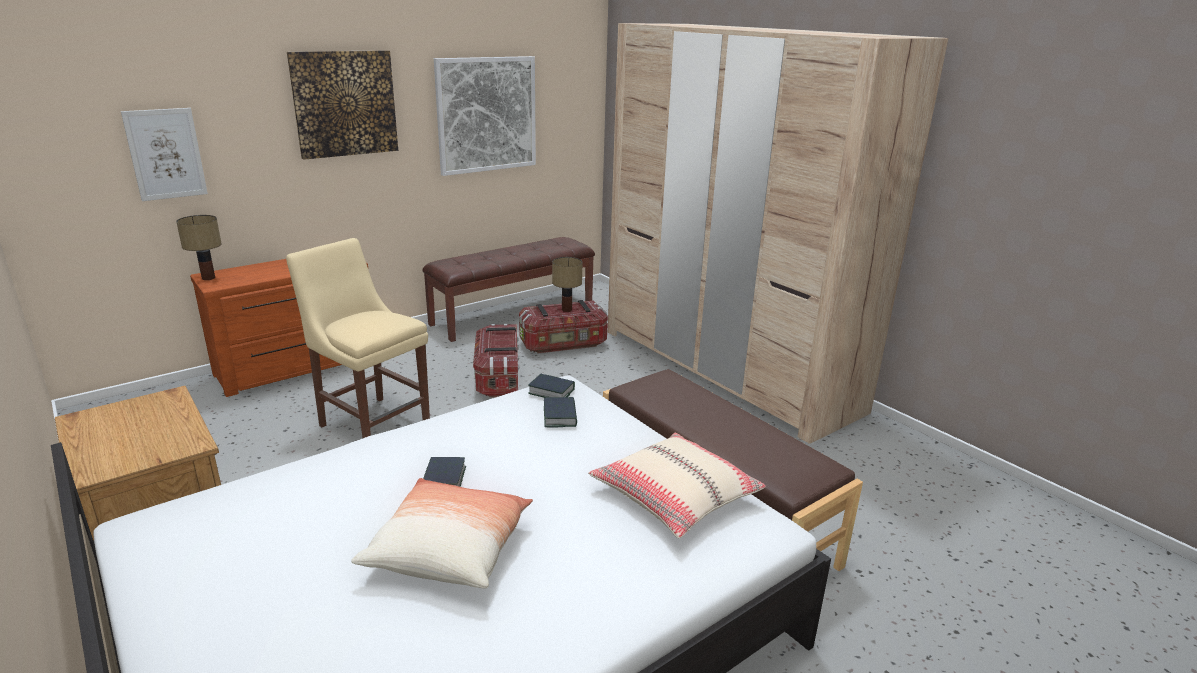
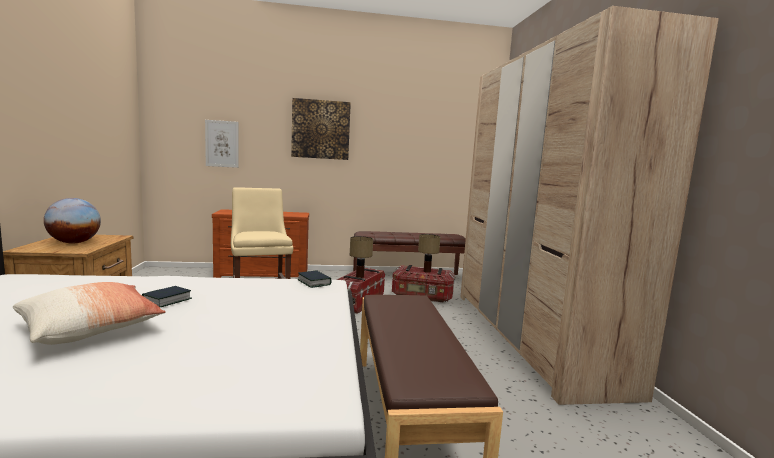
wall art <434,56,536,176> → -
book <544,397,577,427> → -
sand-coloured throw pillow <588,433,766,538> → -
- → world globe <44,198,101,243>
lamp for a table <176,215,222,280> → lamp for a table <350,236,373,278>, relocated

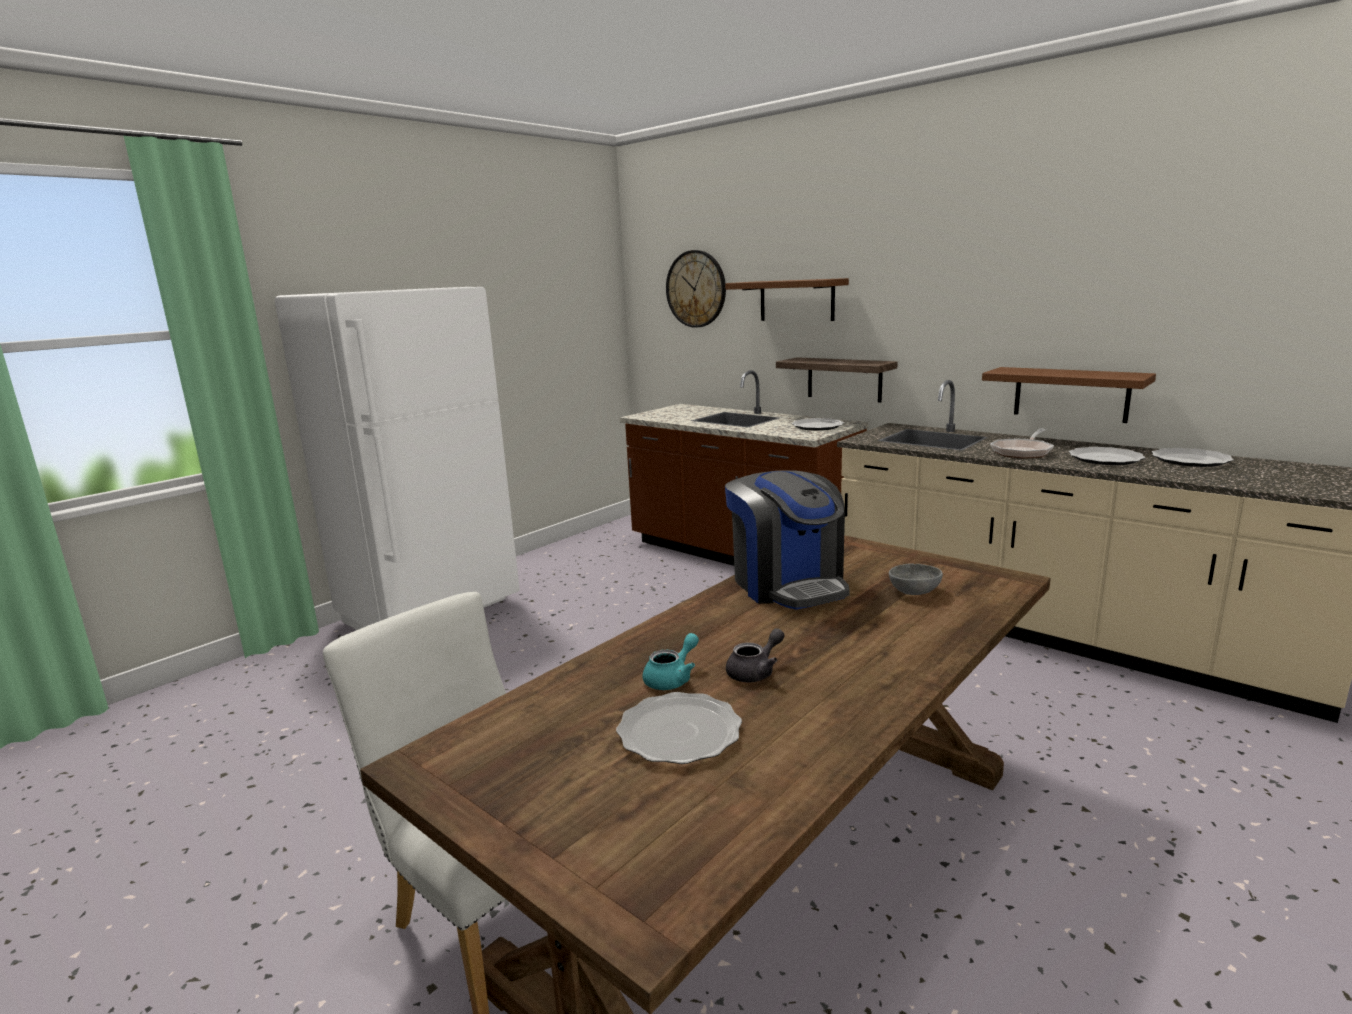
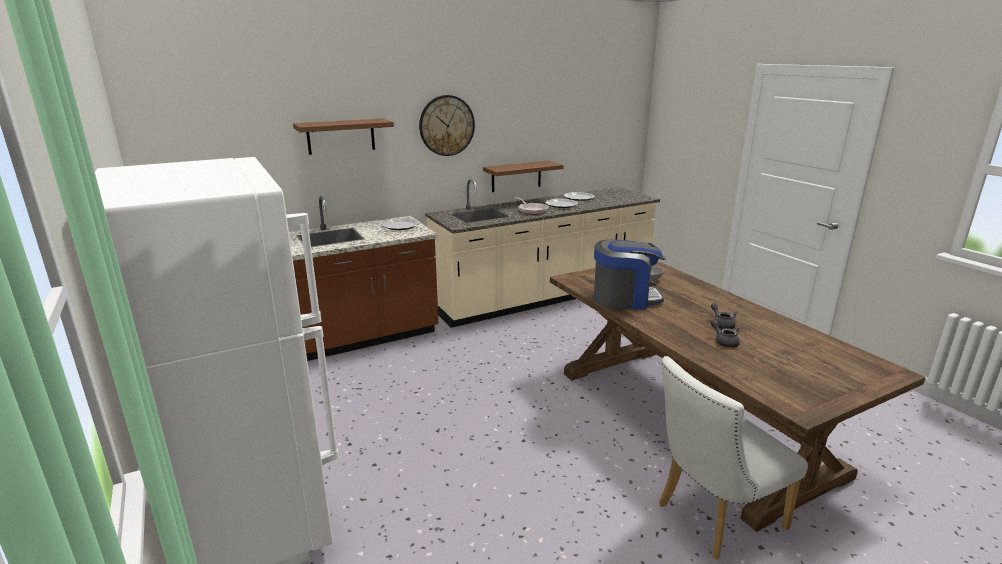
plate <616,692,742,764> → -
shelf <776,357,898,403> → -
hanging clock <666,250,726,328> → hanging clock <419,95,475,156>, relocated
turquoise tea pot <643,633,699,690> → gray tea pot <711,320,740,348>

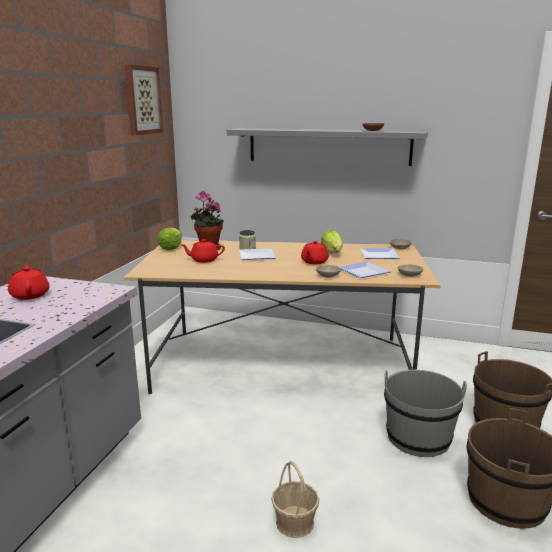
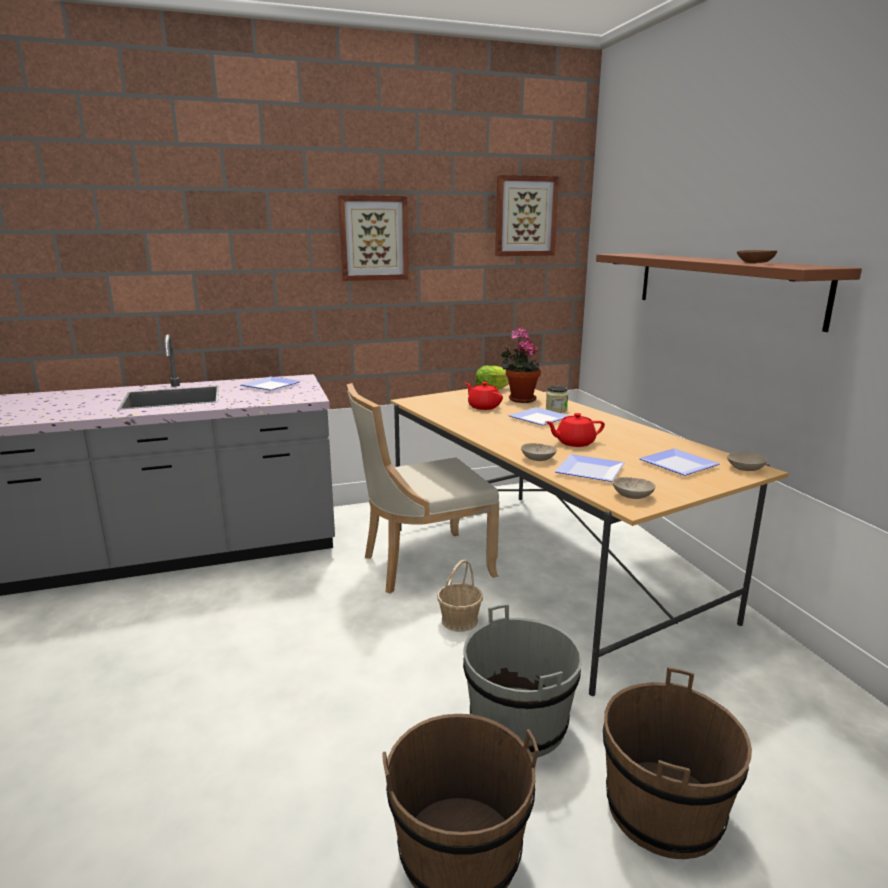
head of lettuce <321,230,343,254> → -
- → wall art <338,195,409,281>
- → sand-coloured plain chair <347,383,500,594>
storage basket <271,461,319,538> → storage basket <437,560,483,632>, relocated
red tea pot <8,265,49,300> → plate <240,377,301,391>
gray shelf <227,128,428,166> → brown-coloured shelf <596,254,862,332>

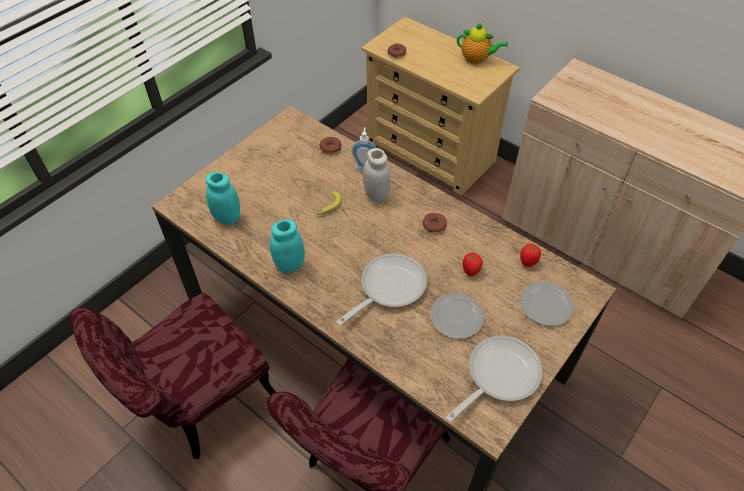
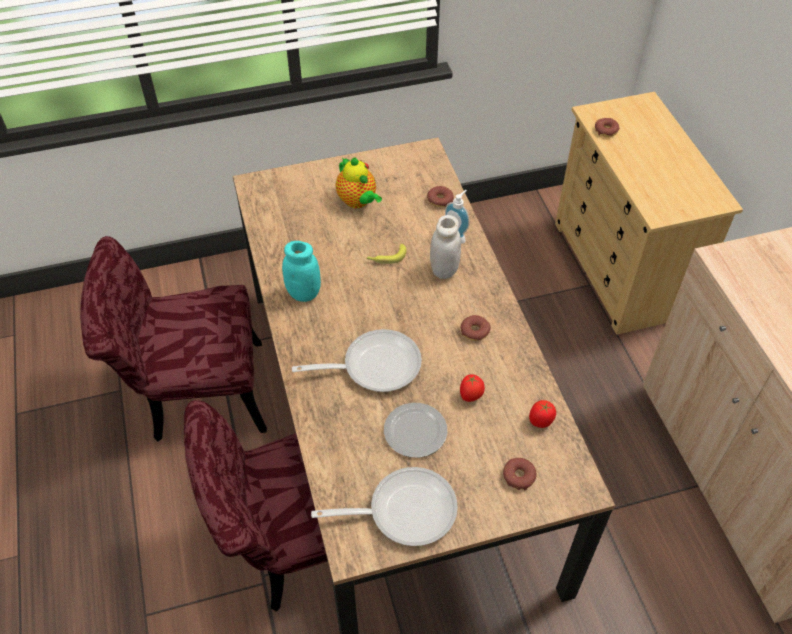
turquoise jar <205,172,240,225> → -
tea pot <457,23,508,64> → tea pot <336,157,382,208>, relocated
plate <520,282,574,326> → donut <503,458,537,490>

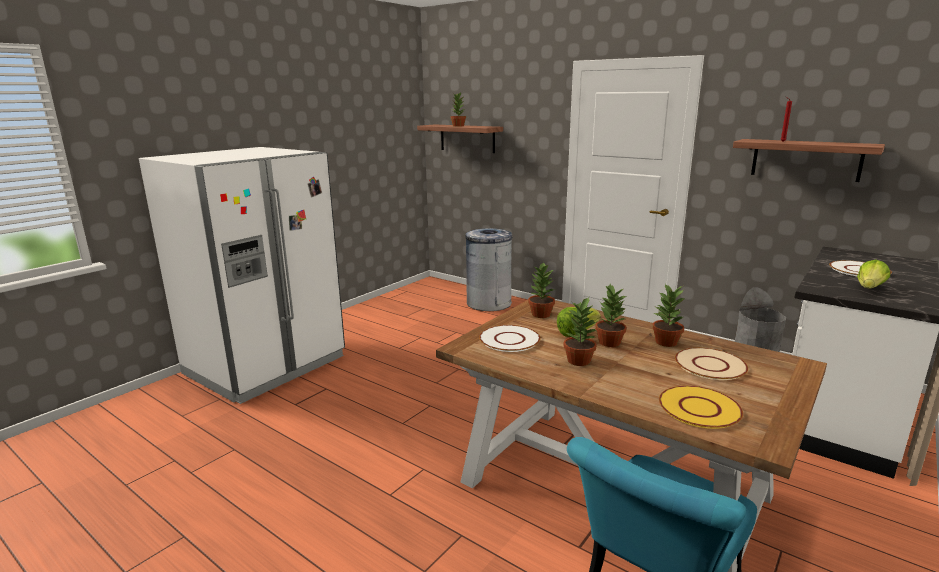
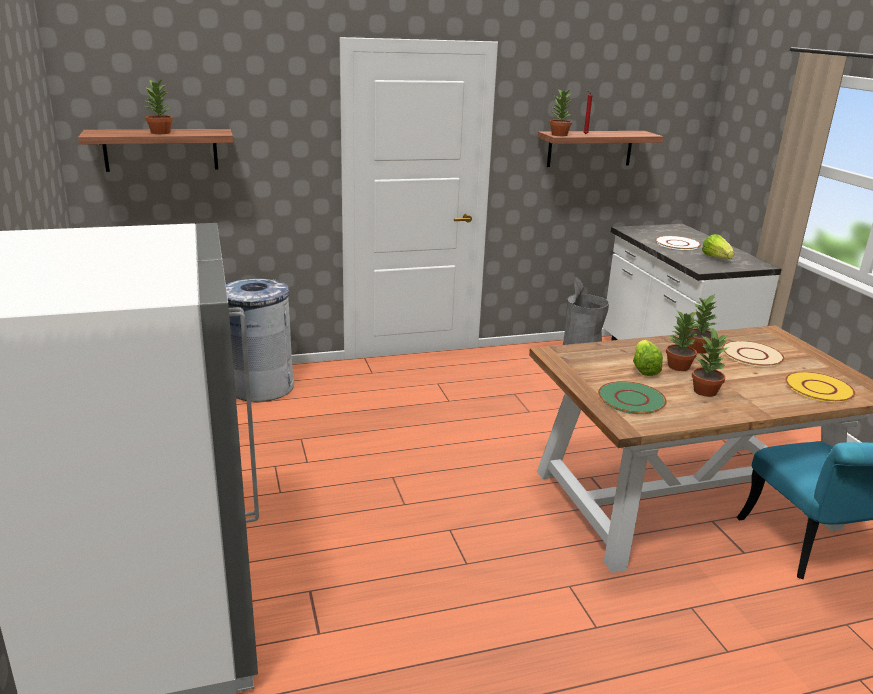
plant in a pot <528,262,556,318> → plant in a pot <550,89,572,136>, relocated
white plate <479,325,540,352> → green-coloured plate <598,381,667,414>

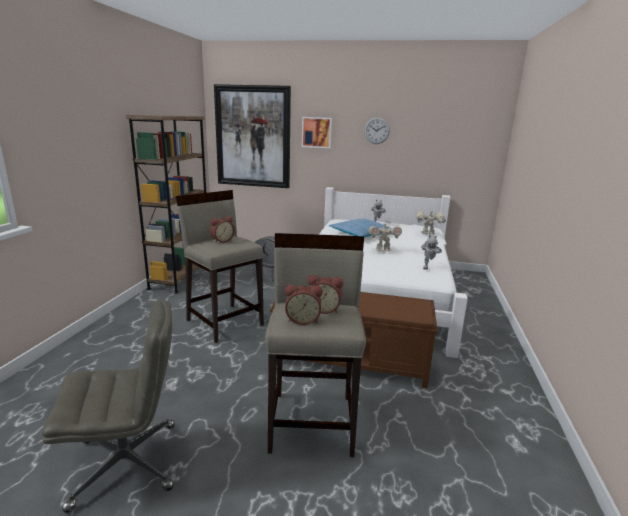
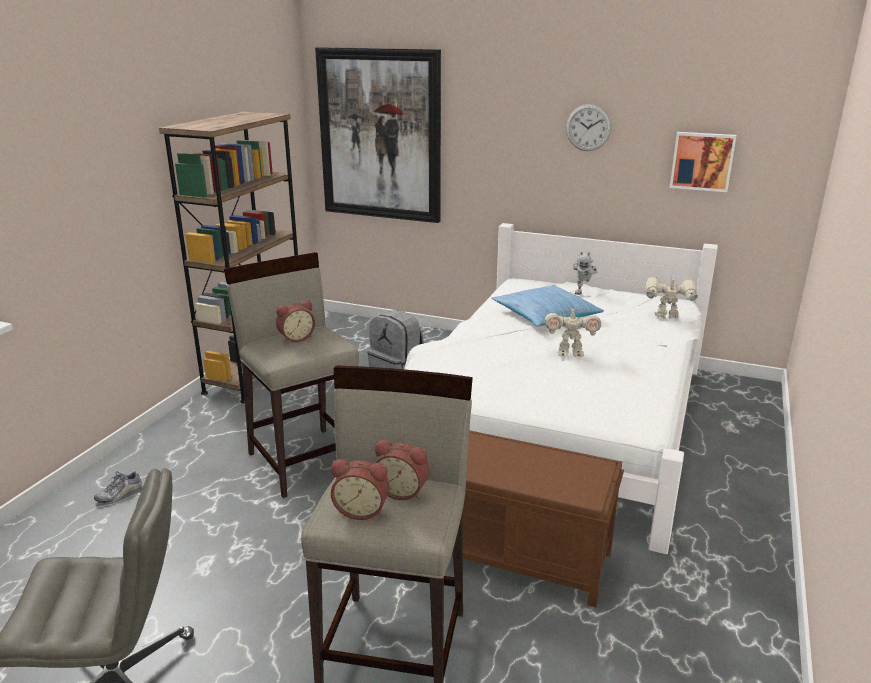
robot figure <421,235,442,270> → -
- → low shoe <94,471,142,503>
wall art <302,117,332,148> → wall art <670,132,737,192>, relocated

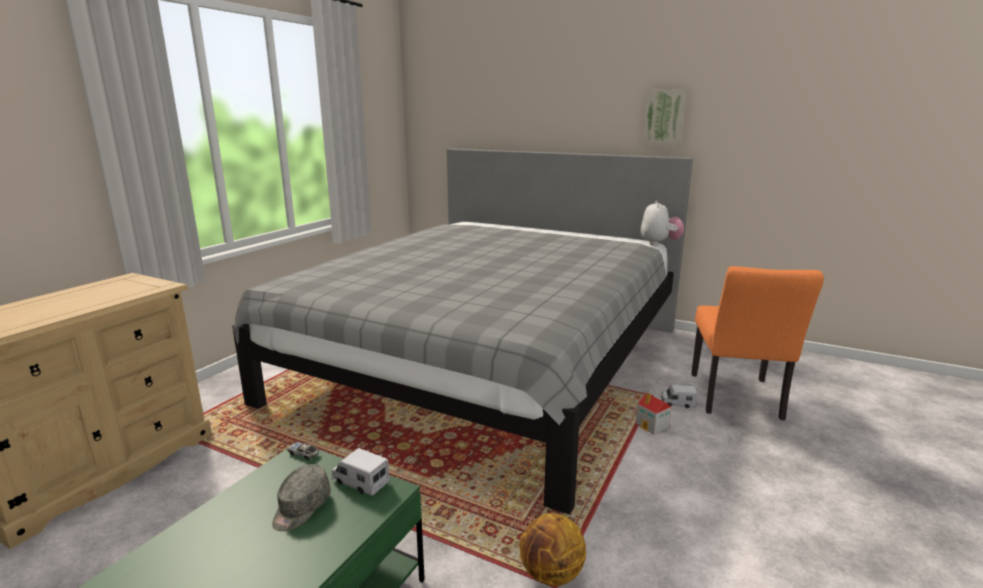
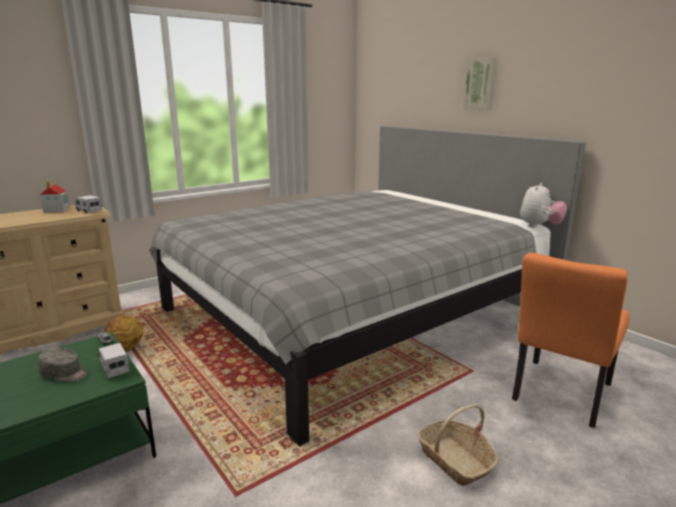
- → storage basket <417,404,498,486>
basketball <520,513,586,586> → basketball <104,315,144,352>, relocated
model house <636,392,671,434> → model house <40,181,69,213>, relocated
wall art <643,89,687,147> → wall art <462,58,497,110>, relocated
model truck <661,385,697,408> → model truck <75,195,102,213>, relocated
gray cap <272,464,331,531> → gray cap <38,347,87,382>, 120 degrees counterclockwise

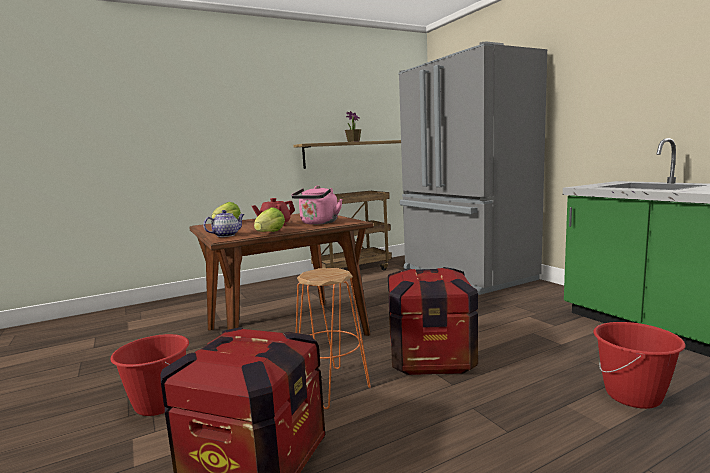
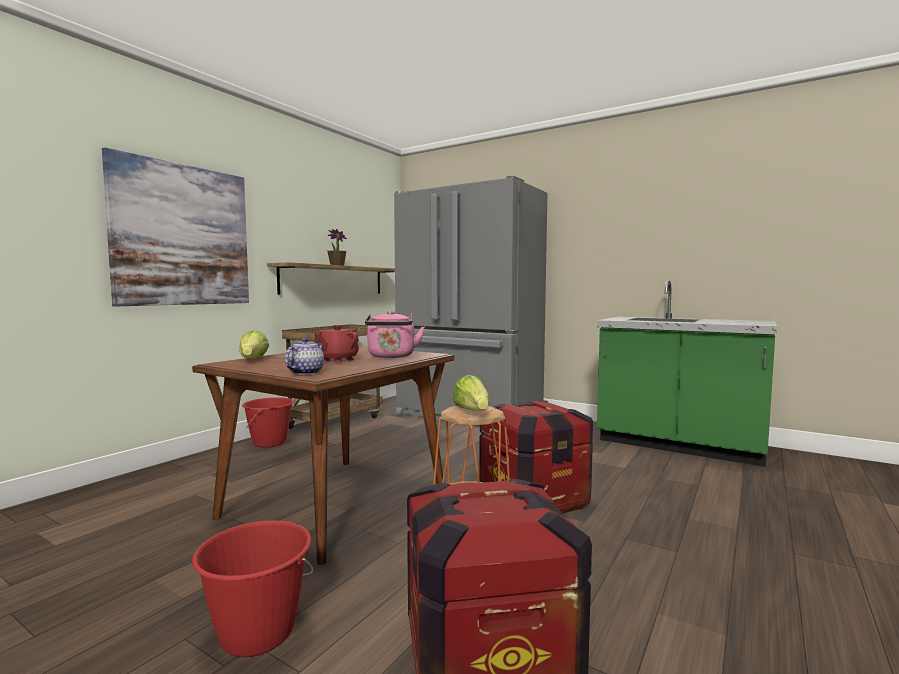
- → wall art <102,147,249,306>
head of lettuce <254,207,285,232> → head of lettuce <453,375,489,411>, relocated
red bucket <593,322,686,409> → red bucket <242,397,294,448>, relocated

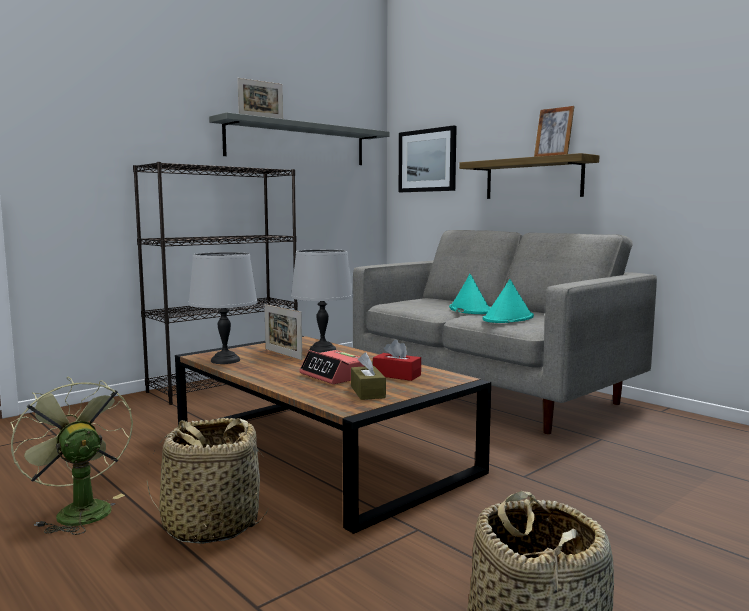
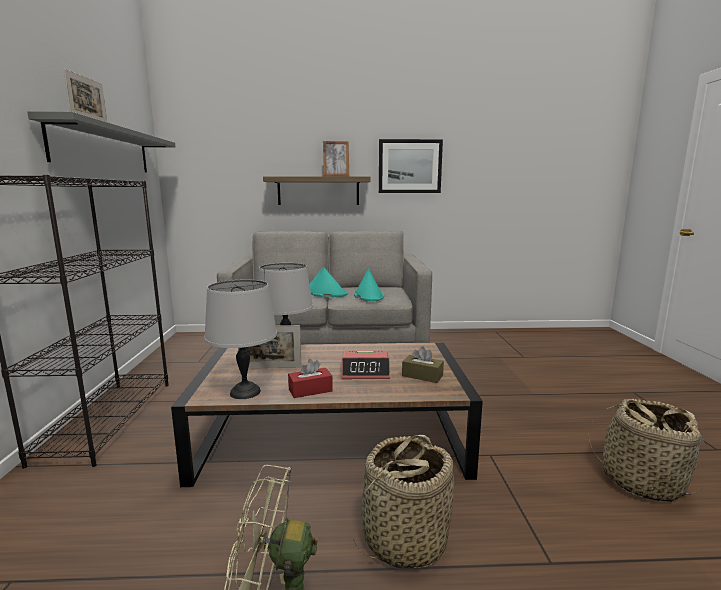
red tissue box <373,340,421,381> → red tissue box <288,359,333,398>, relocated
wall art <399,125,457,192> → wall art <379,139,443,193>, relocated

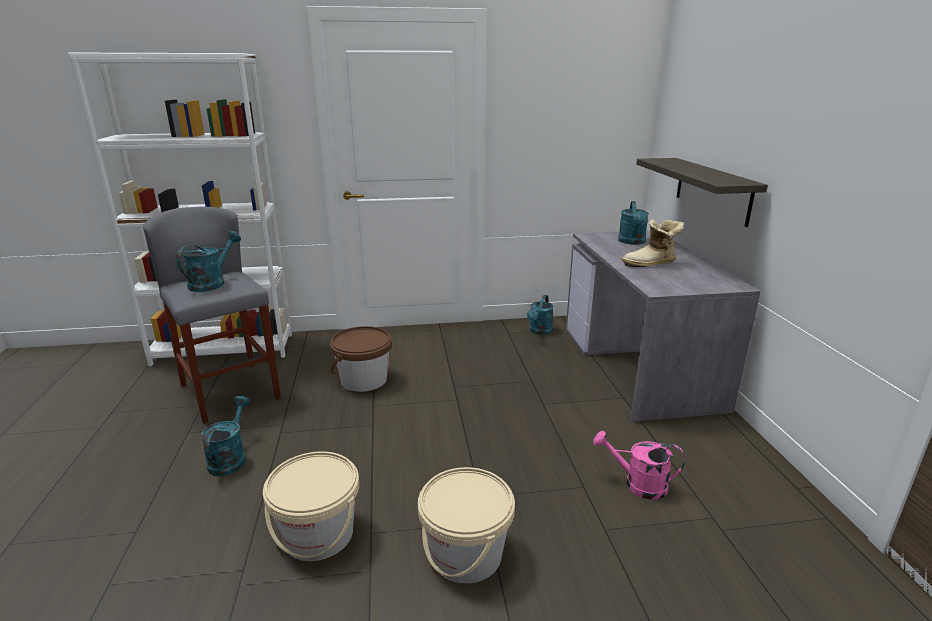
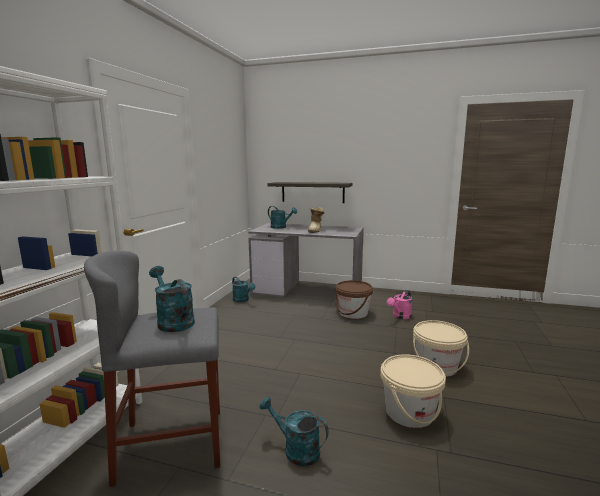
brown-coloured bucket <330,326,392,392> → brown-coloured bucket <335,280,373,319>, relocated

